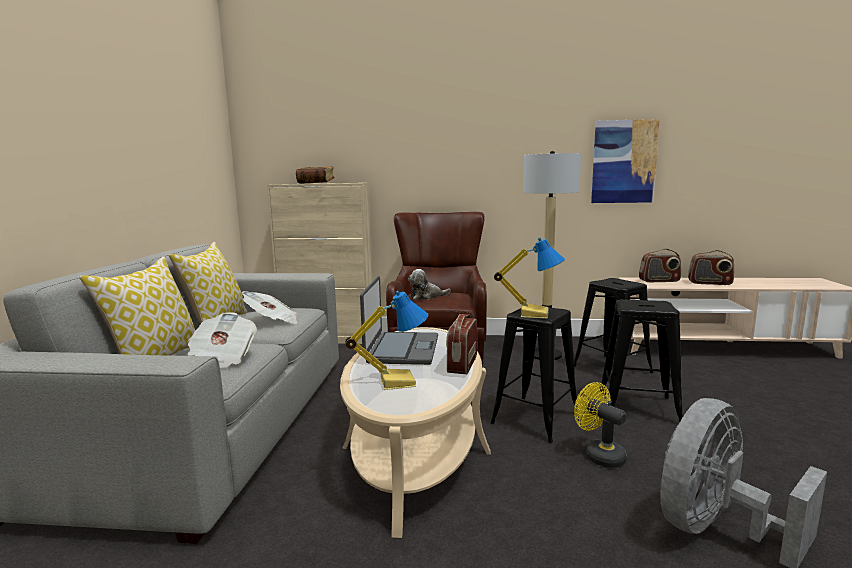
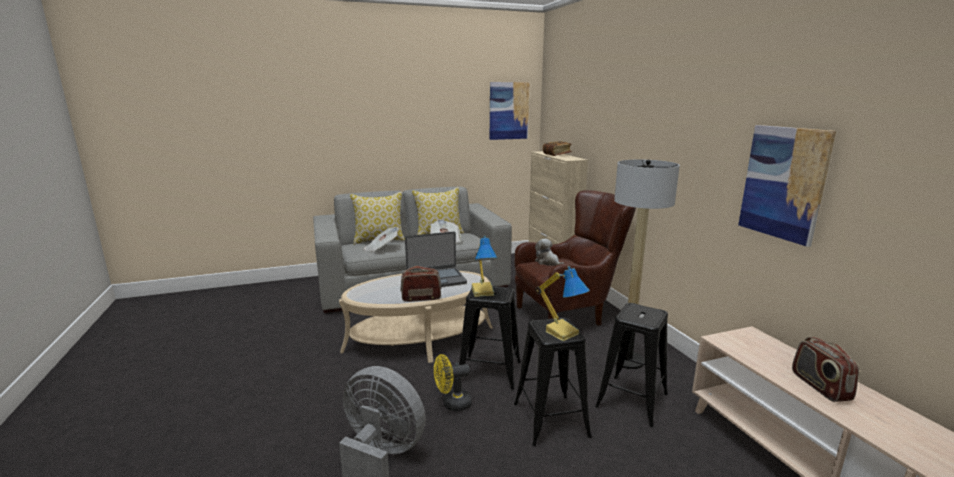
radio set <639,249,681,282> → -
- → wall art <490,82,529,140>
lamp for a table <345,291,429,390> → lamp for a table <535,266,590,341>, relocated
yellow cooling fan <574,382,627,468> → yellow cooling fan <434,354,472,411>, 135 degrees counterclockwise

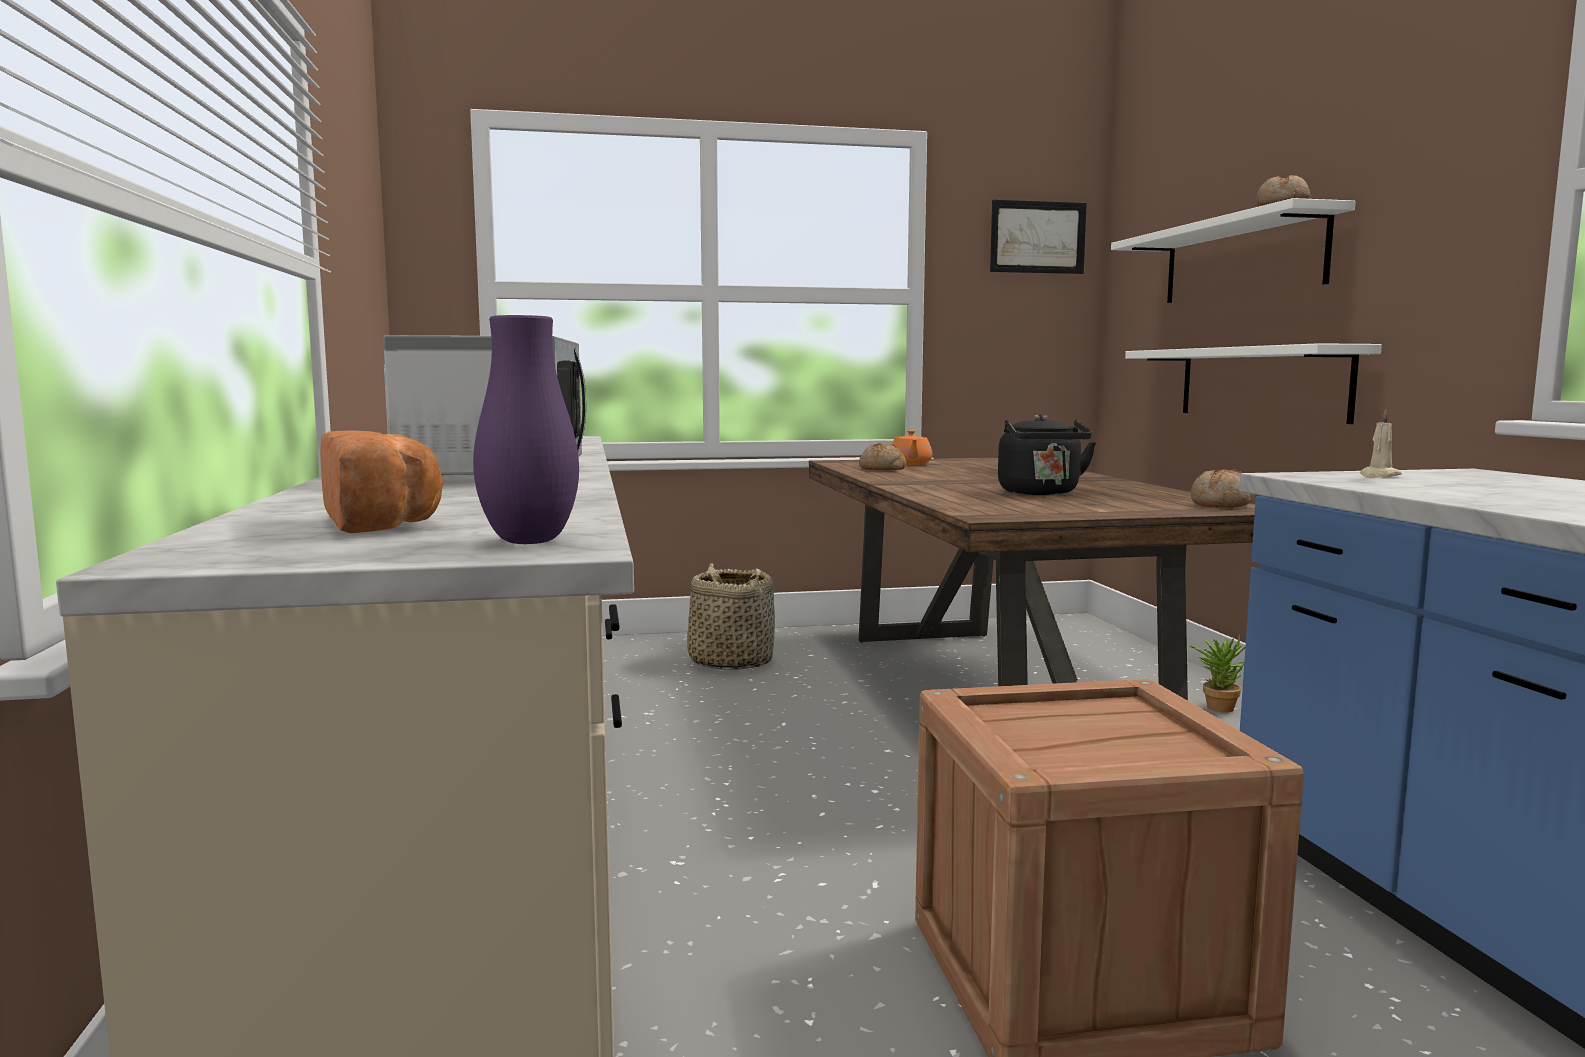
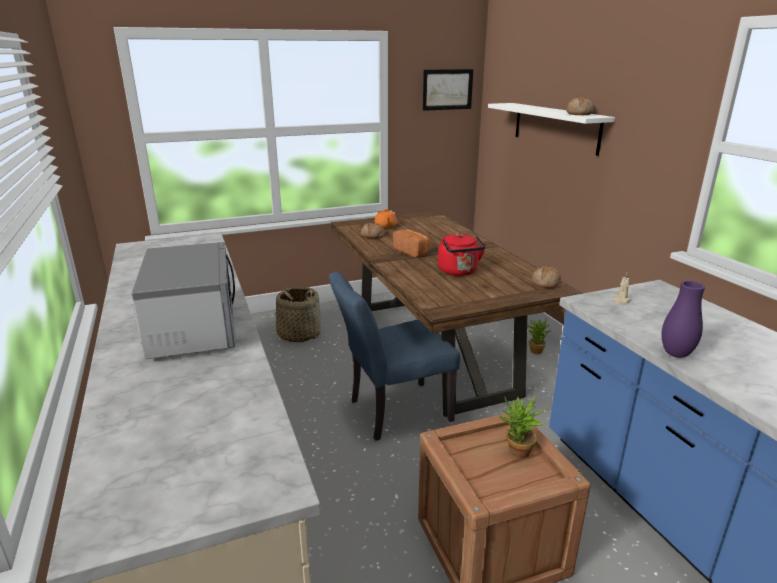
white shelf <1125,343,1382,424> → -
- → blue plain chair <329,272,460,441>
- → plant in a pot <498,395,548,458>
bakery bread <320,430,443,533> → bakery bread <393,230,431,257>, relocated
purple-coloured vase <473,315,579,544> → purple-coloured vase <662,281,705,358>, relocated
black tea kettle <998,414,1096,495> → red tea kettle <438,233,486,276>

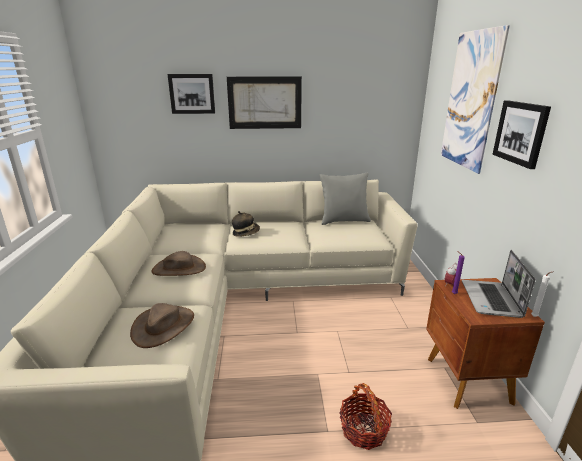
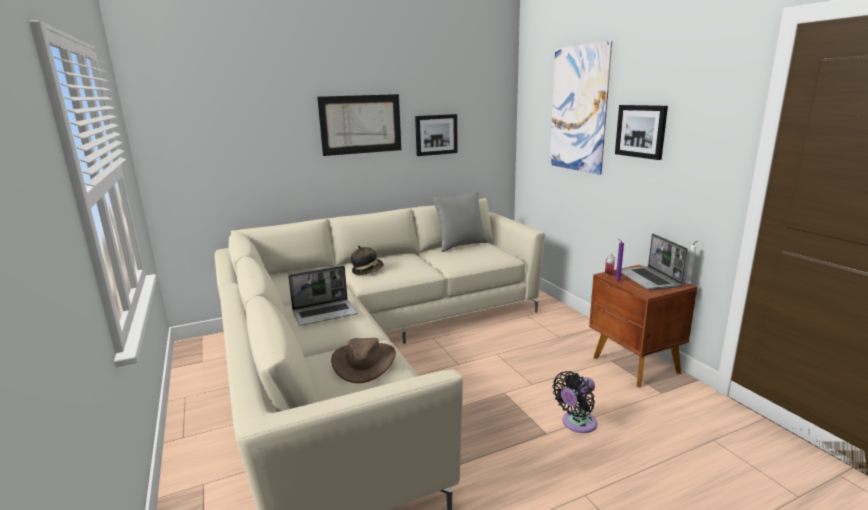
wall art <167,74,215,114> → wall art <415,114,458,156>, relocated
brown-coloured wearable hat <152,251,206,276> → notebook computer <288,266,358,326>
storage basket <340,383,392,450> → black cooling fan <553,371,597,433>

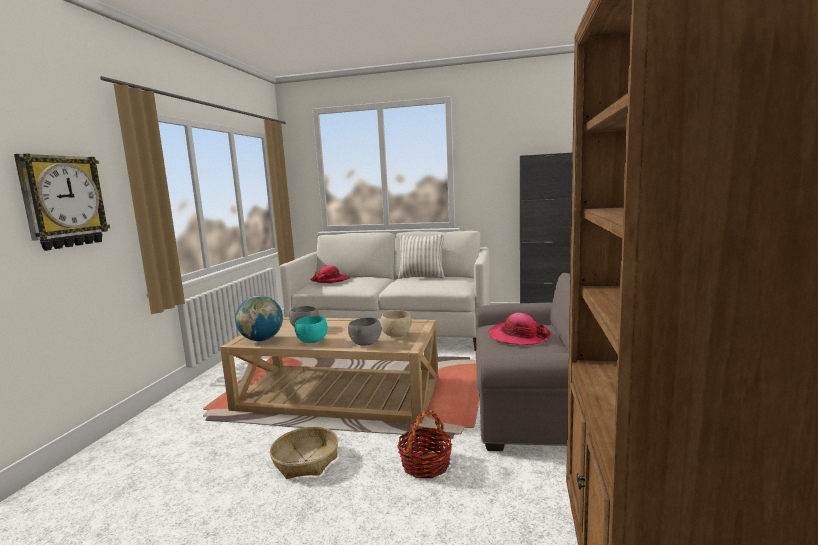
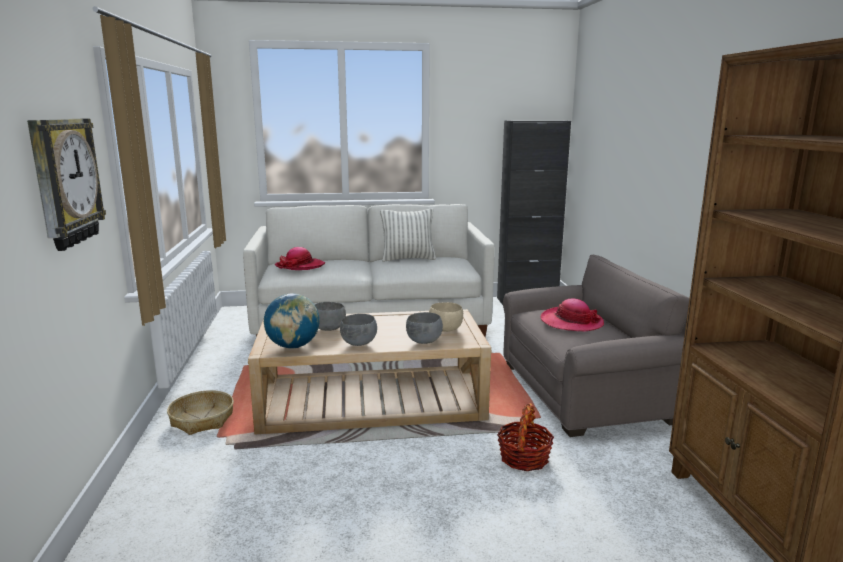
storage basket <270,427,338,479> → storage basket <167,390,234,435>, relocated
turquoise deep dish <295,316,327,343> → gray deep dish <340,314,377,346>

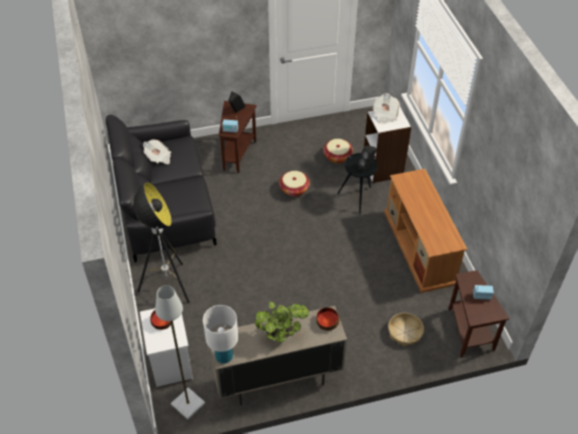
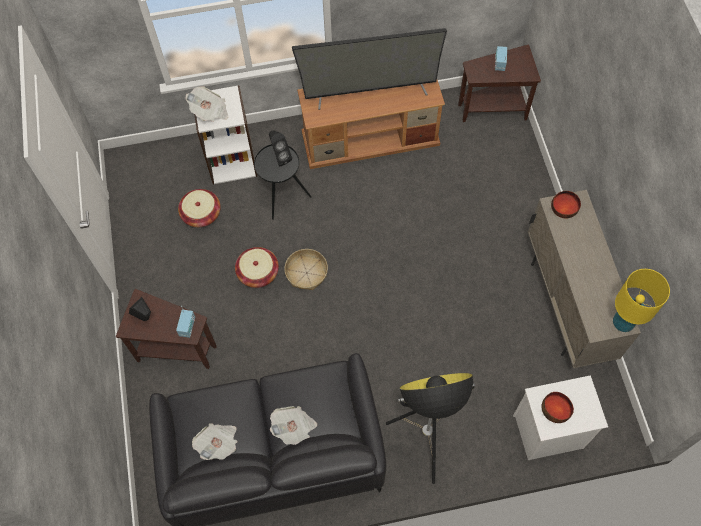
gray standard lamp <155,285,205,420> → -
plant in a pot <255,302,309,343> → -
- → newspaper <270,406,317,445>
- → TV set <292,28,447,110>
storage basket <388,313,424,346> → storage basket <284,249,328,290>, relocated
white lamp for a table <203,305,238,364> → yellow lamp for a table <613,269,670,332>

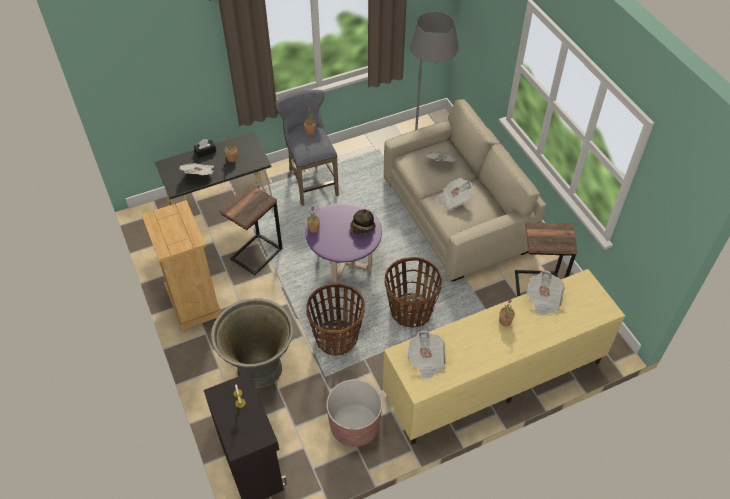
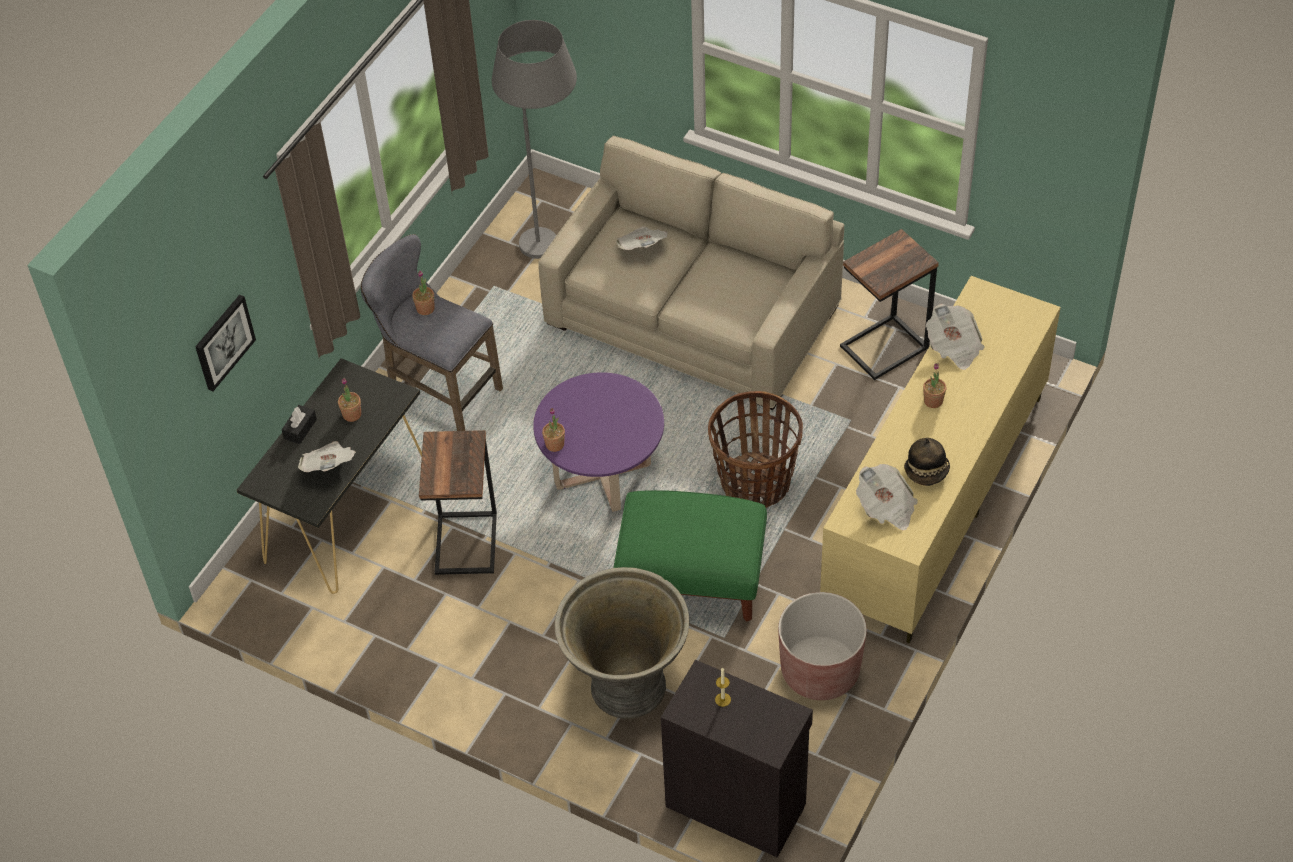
sand-coloured chest of drawers <141,200,221,330> → -
newspaper <436,178,473,211> → -
- → wall art <195,295,256,391>
wearable hat <350,209,376,234> → wearable hat <904,438,950,486>, relocated
storage basket <306,283,365,356> → green-coloured footrest <613,490,767,621>

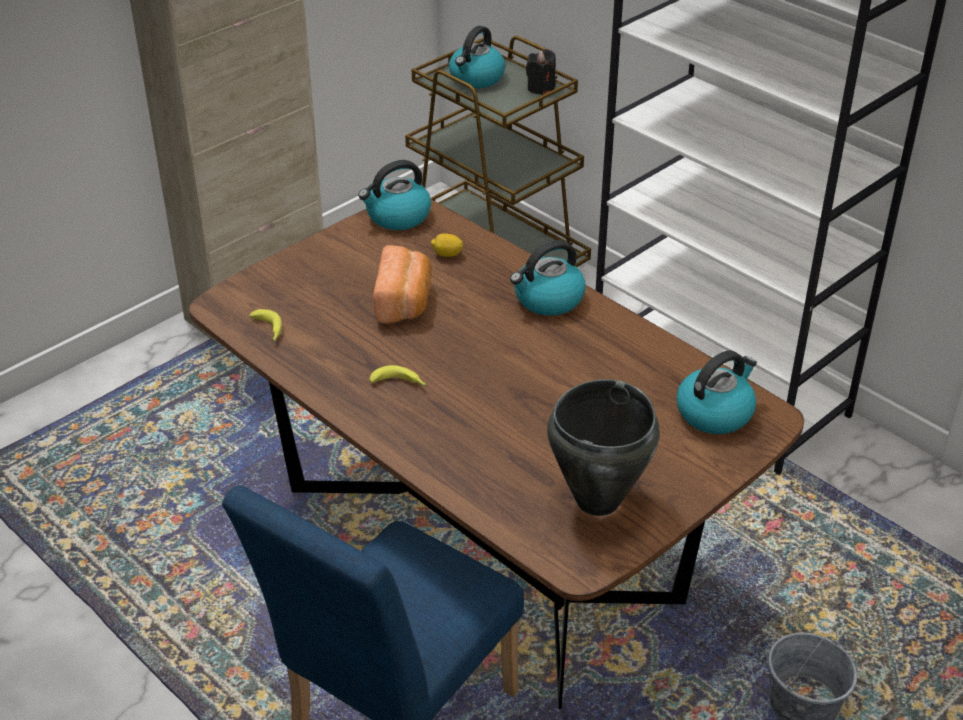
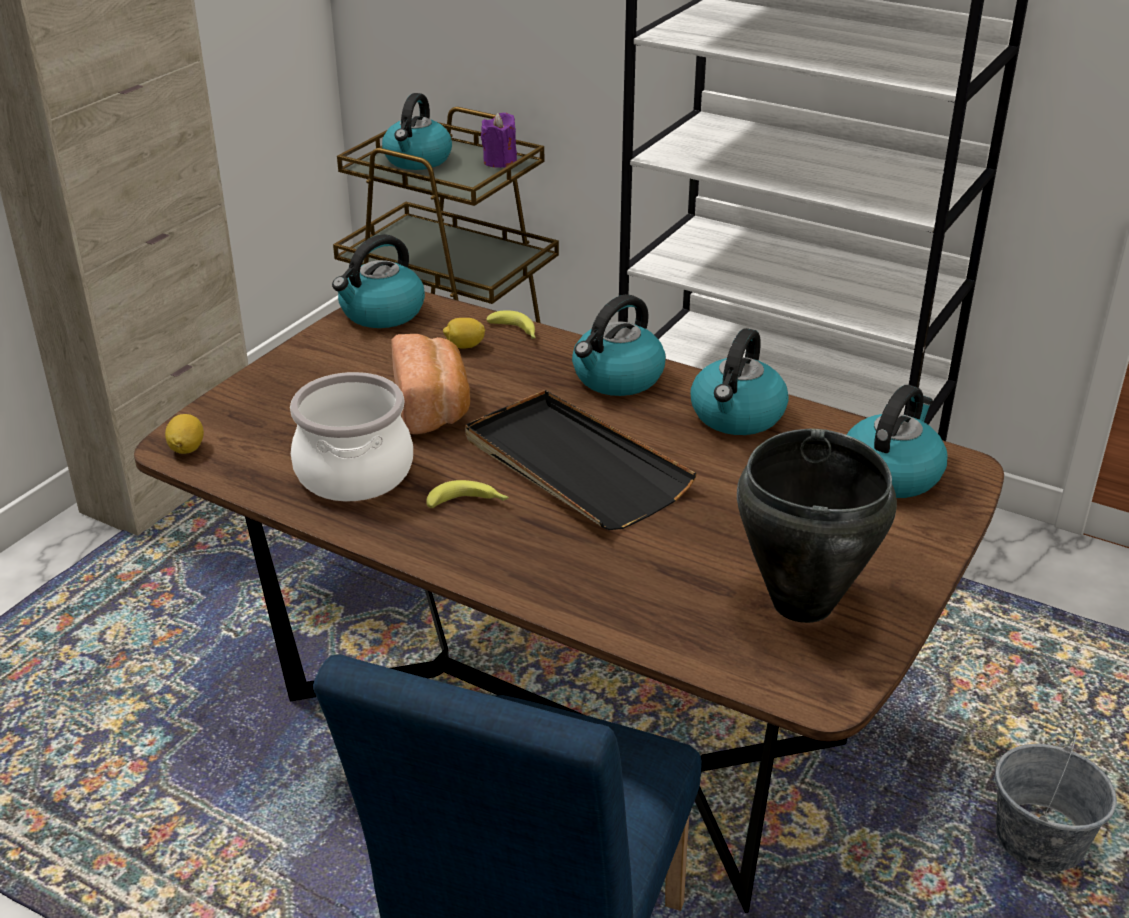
- → whole lemon <165,414,204,454>
- → saucepot <290,372,413,502>
- → black carrying tray <465,390,697,530>
- → tea kettle <690,328,789,435>
whole banana <249,309,282,341> → whole banana <487,310,536,339>, relocated
black wax light <526,49,556,95> → purple-coloured wax light <481,113,517,168>

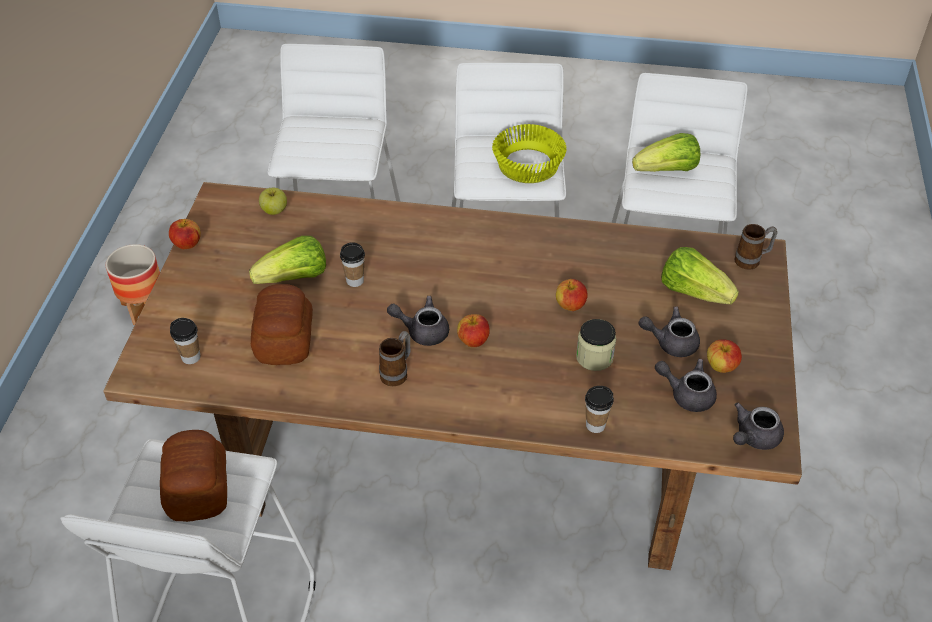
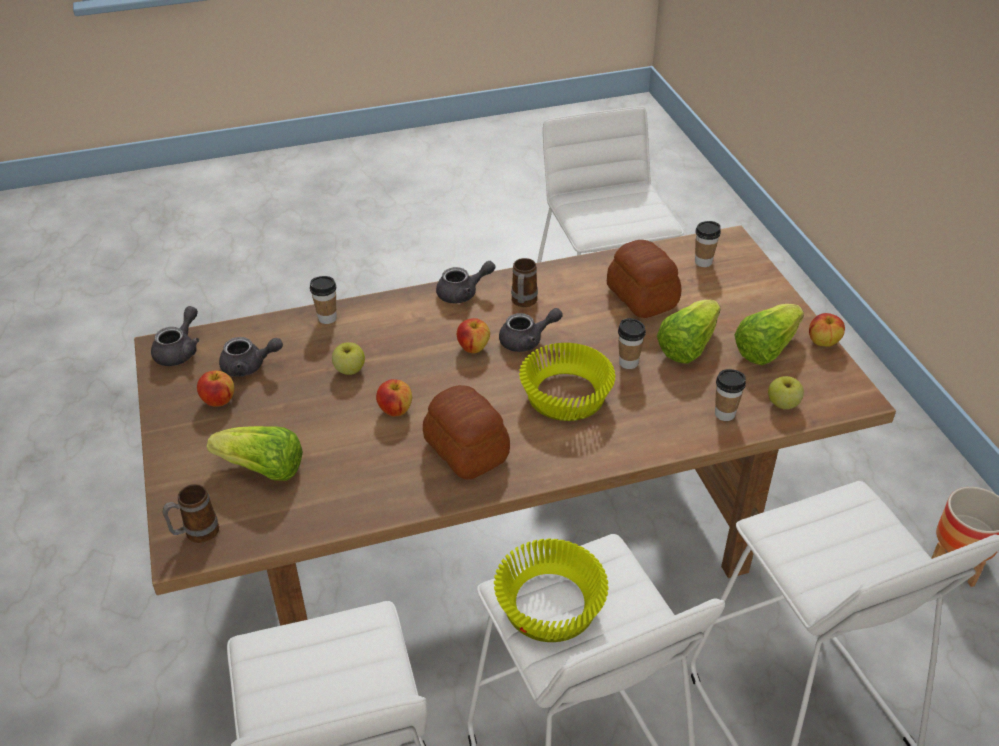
- → yellow deep dish <519,343,616,421>
- → small cup <715,369,746,421>
bakery bread <160,430,227,522> → bakery bread <423,385,510,480>, relocated
head of lettuce <632,133,700,172> → head of lettuce <735,304,804,365>, relocated
gray tea pot <639,307,700,357> → gray tea pot <436,261,495,303>, relocated
jar <576,319,616,371> → whole apple <332,342,365,375>

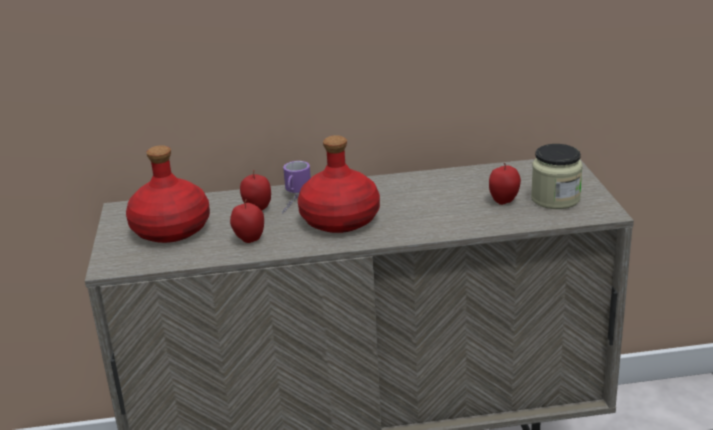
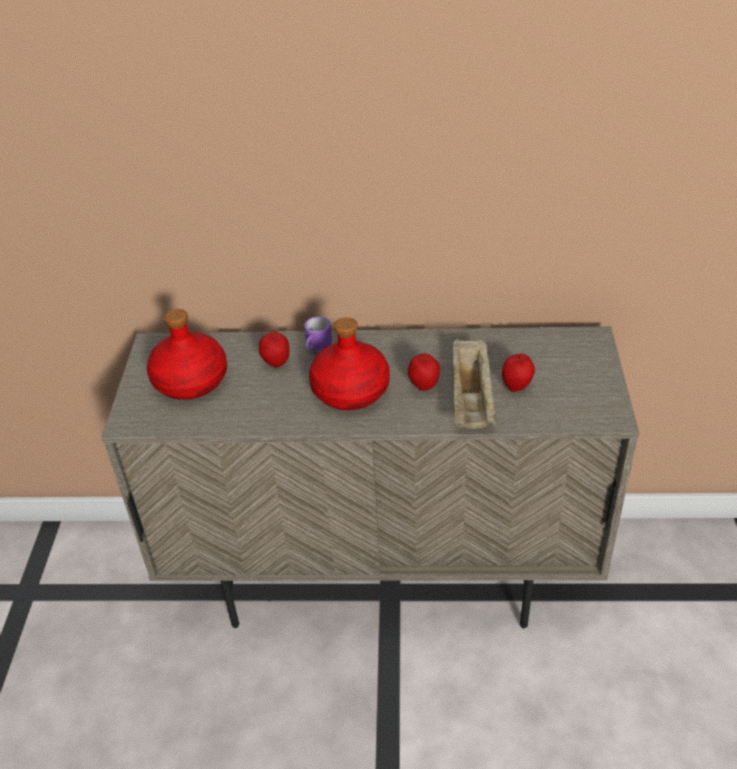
jar <531,144,583,209> → -
- → sand-coloured carrying tray <453,338,497,429>
whole apple <230,199,264,243> → whole apple <408,353,440,391>, relocated

